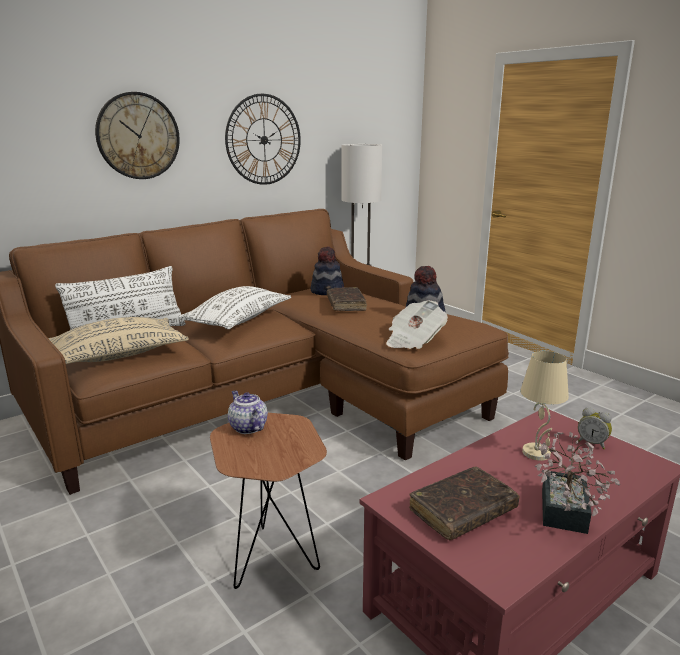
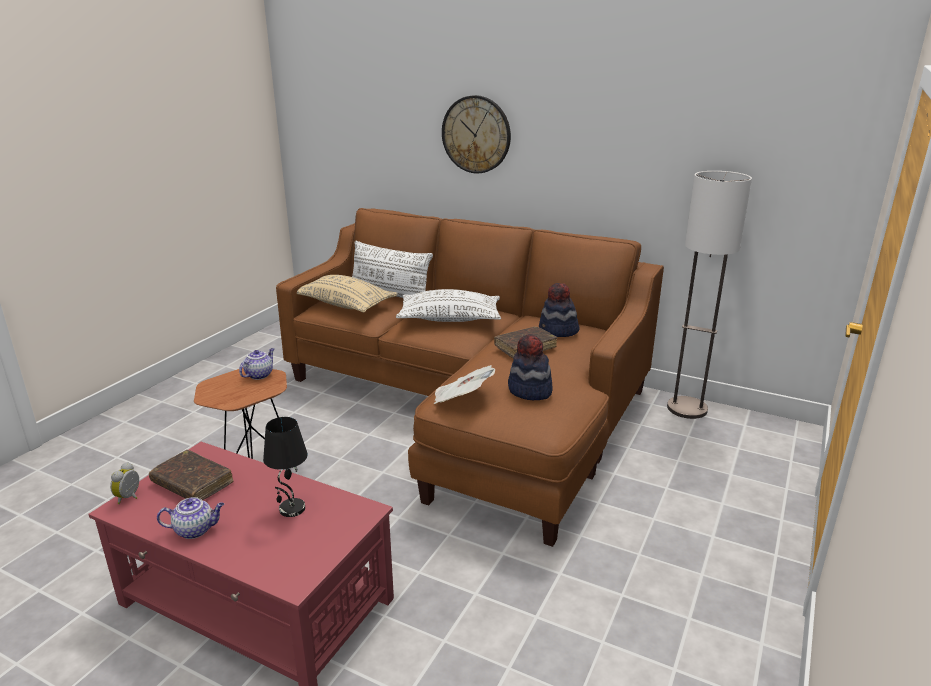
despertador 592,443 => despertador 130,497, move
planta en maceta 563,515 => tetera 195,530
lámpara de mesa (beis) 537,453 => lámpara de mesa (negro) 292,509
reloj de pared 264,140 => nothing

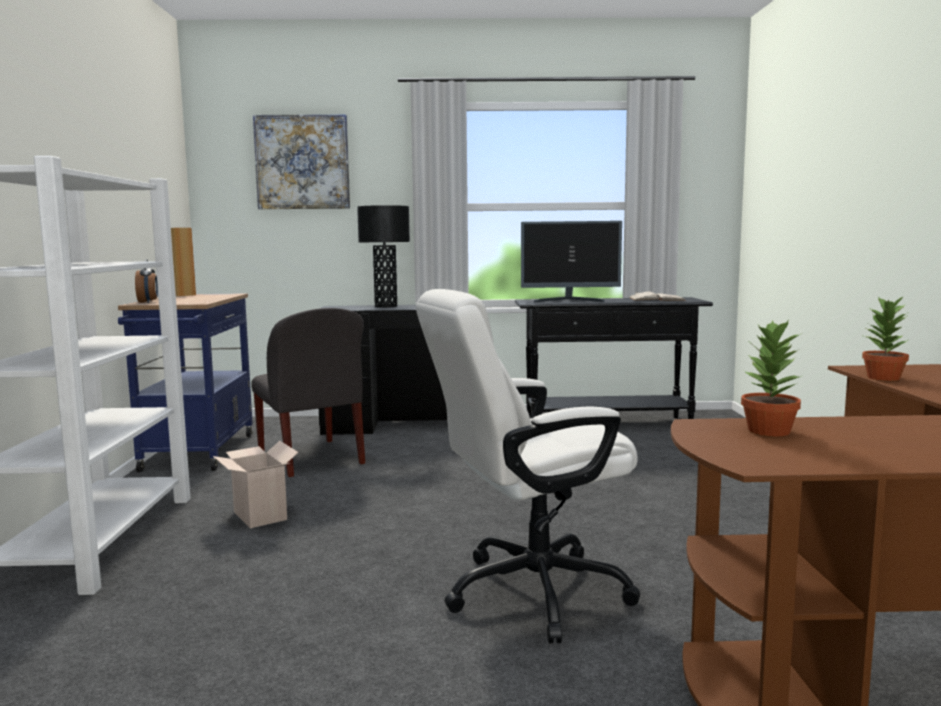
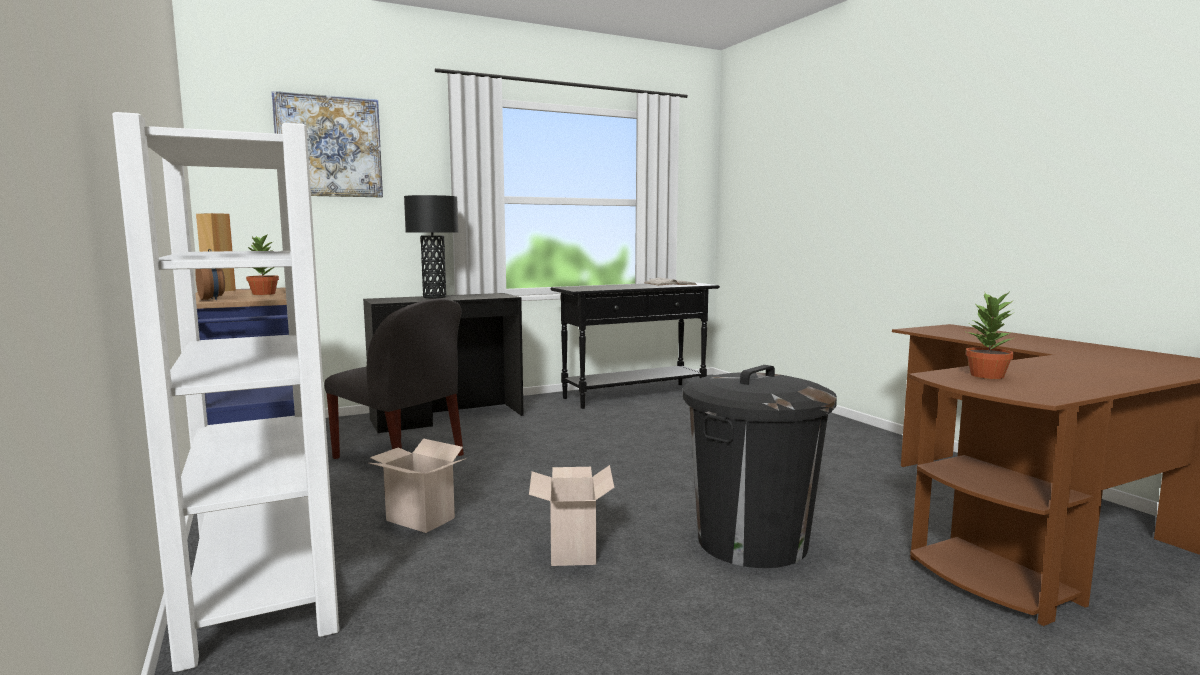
planta en maceta 883,378 => planta en maceta 263,294, move
nothing => caja de cartón 571,549
silla de oficina (blanco) 528,595 => papelera (negro) 751,541
monitor 570,300 => nothing

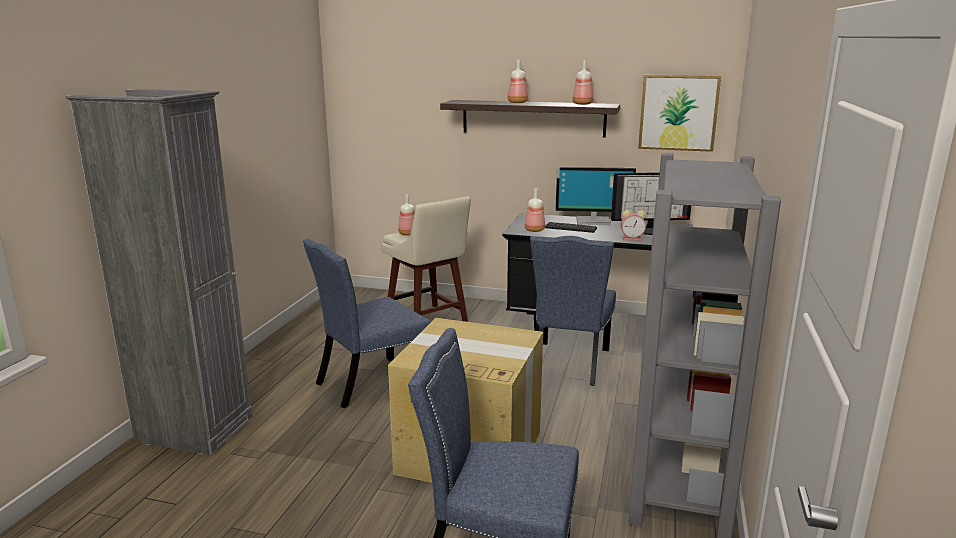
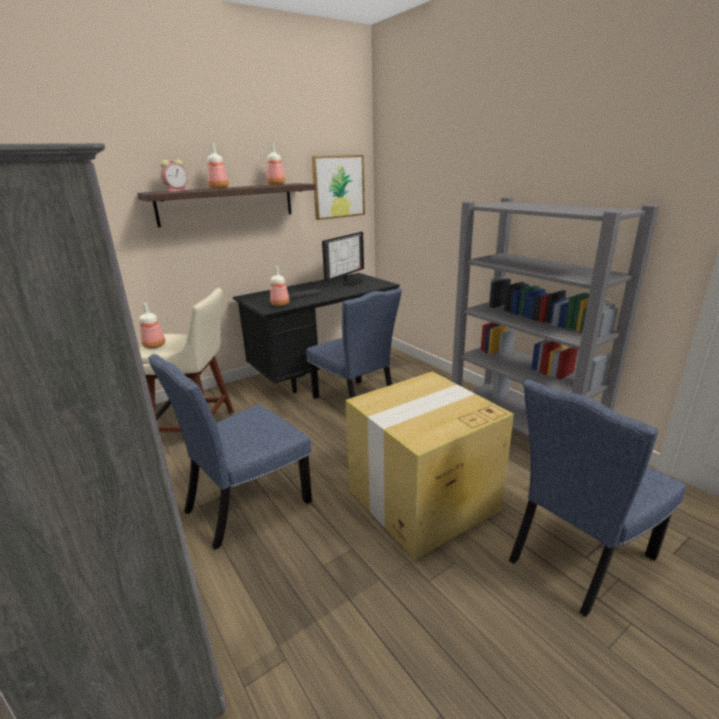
silla (azul) 372,382 => silla (azul) 249,503, 45 degrees clockwise
despertador 632,239 => despertador 177,190, move
monitor 593,221 => nothing

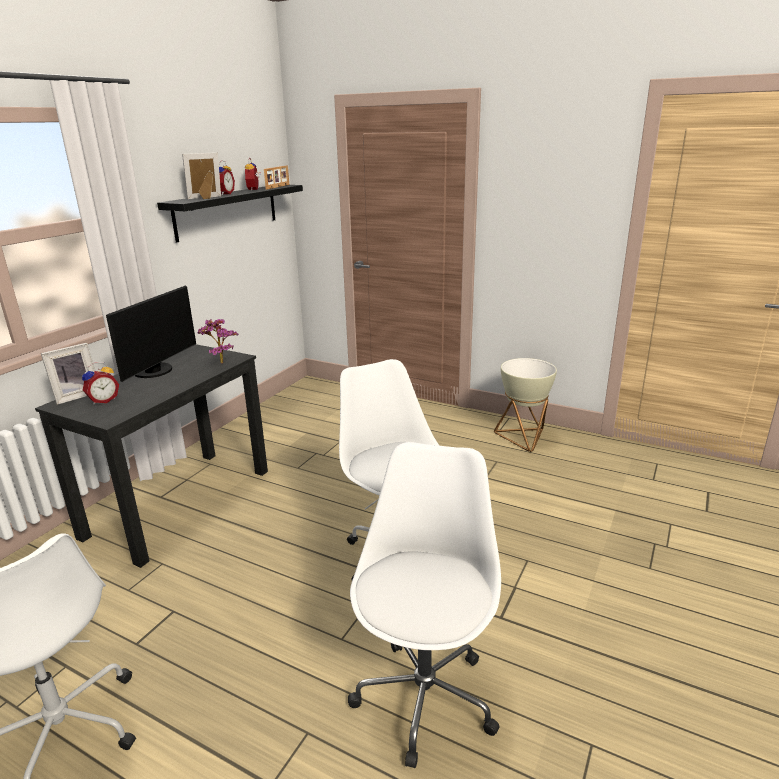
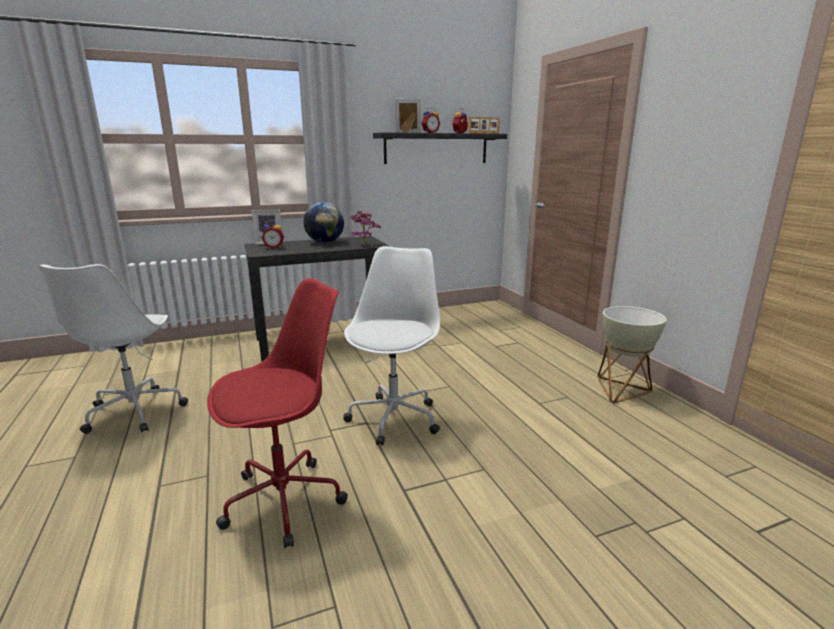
silla de oficina (blanco) 425,695 => silla de oficina (rojo) 286,500
monitor 156,371 => globo terráqueo 325,242

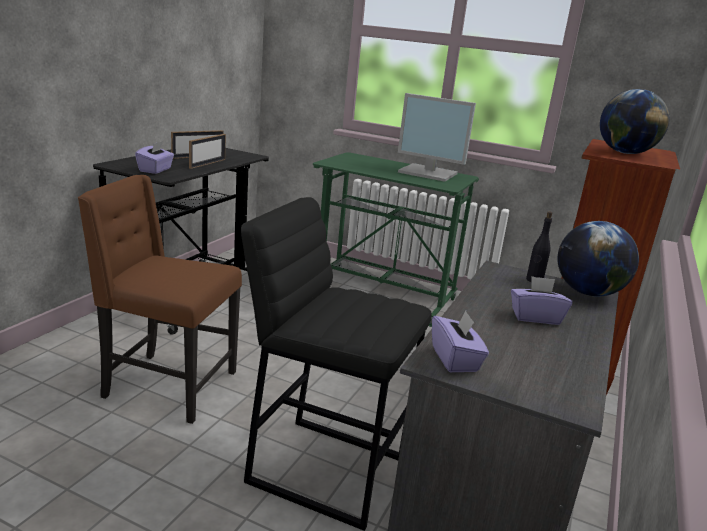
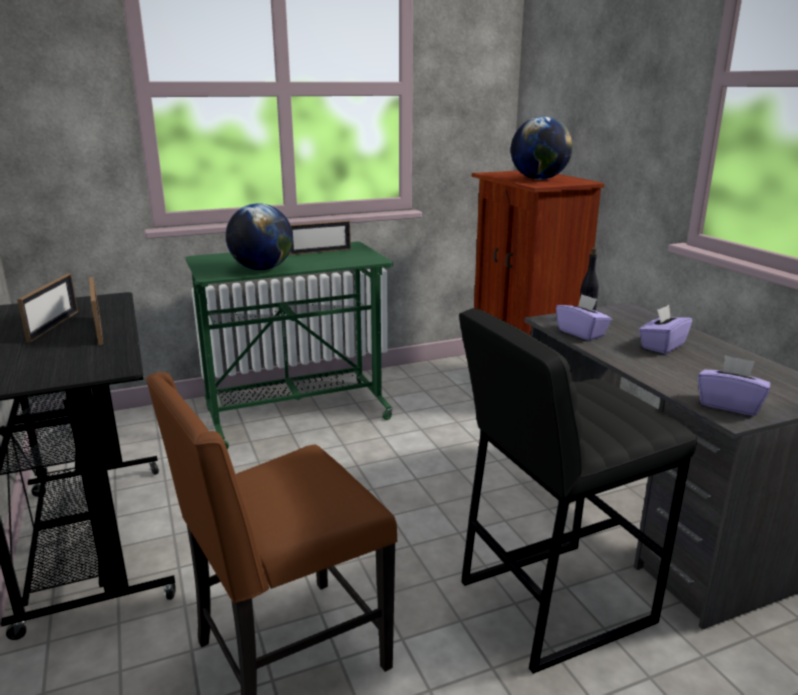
globo terráqueo 588,293 => globo terráqueo 262,269, move
monitor 429,173 => portarretratos 320,252
caja de pañuelos (morado) 155,170 => caja de pañuelos (morado) 581,333, move

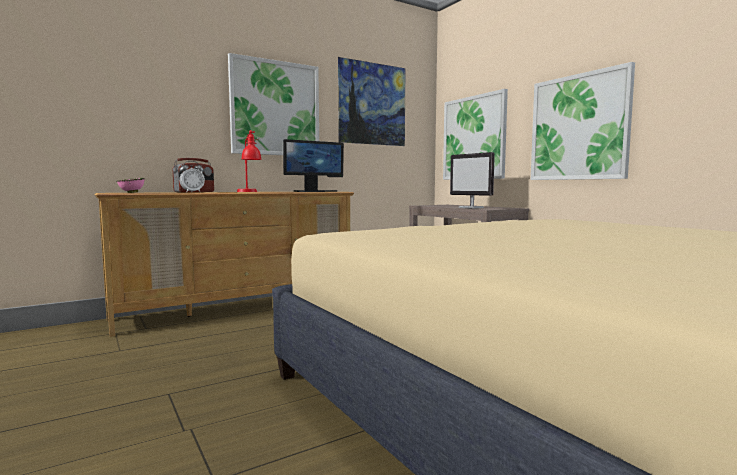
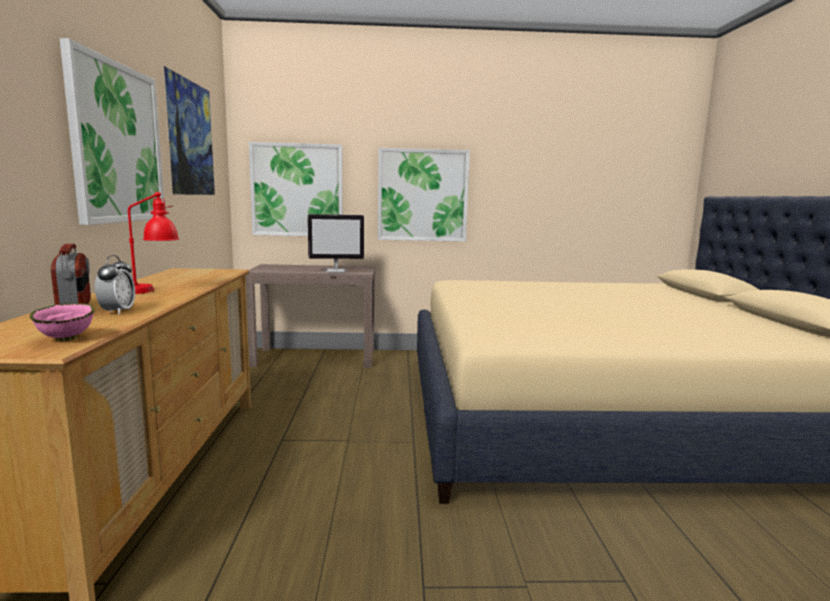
monitor 315,191 => nothing

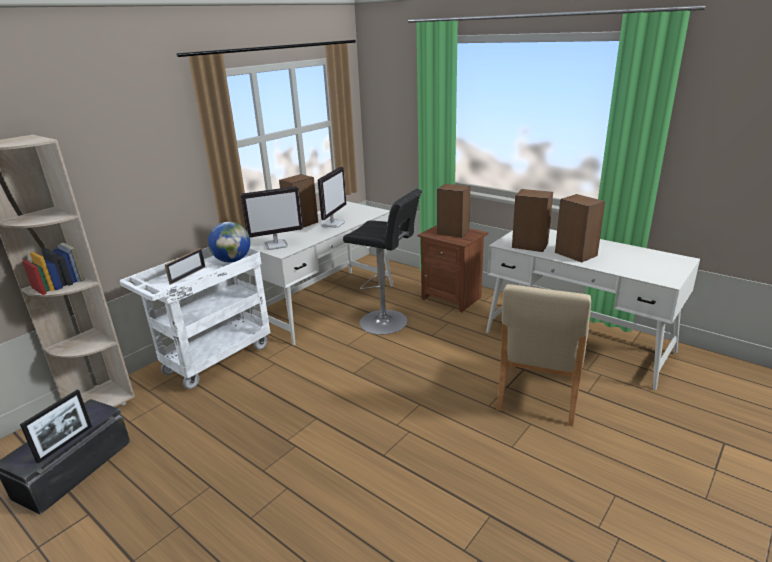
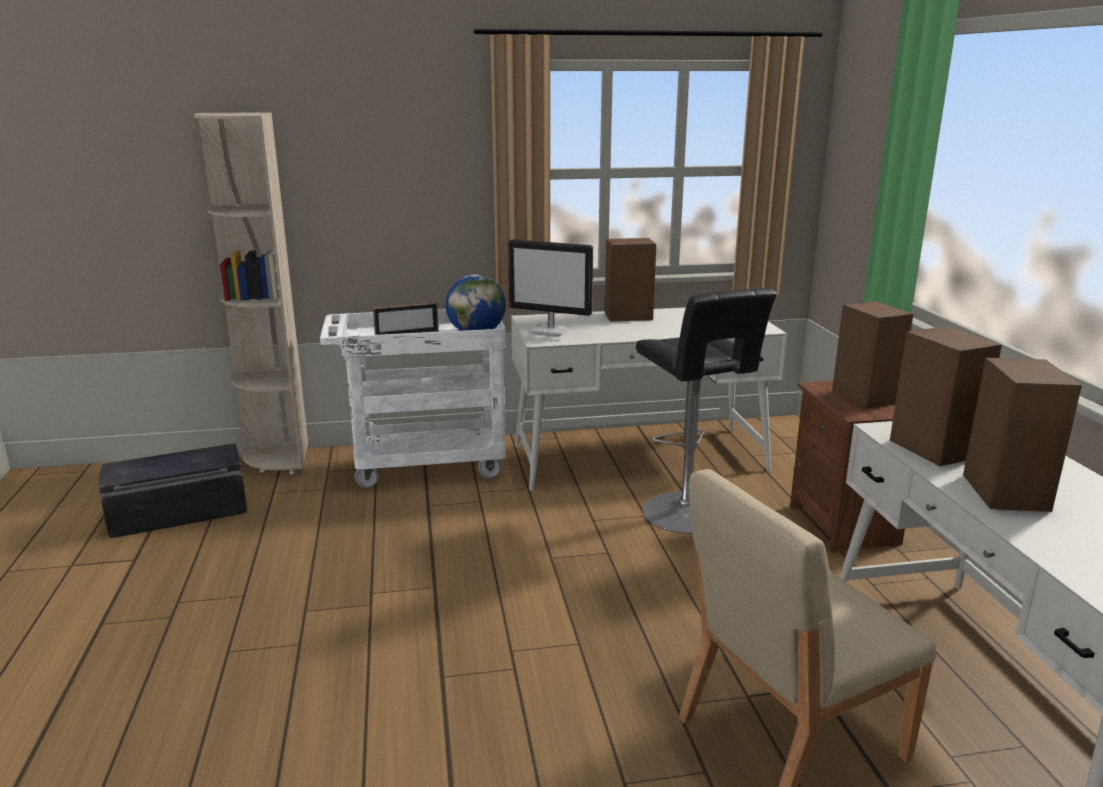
portarretratos 65,443 => nothing
monitor 333,224 => nothing

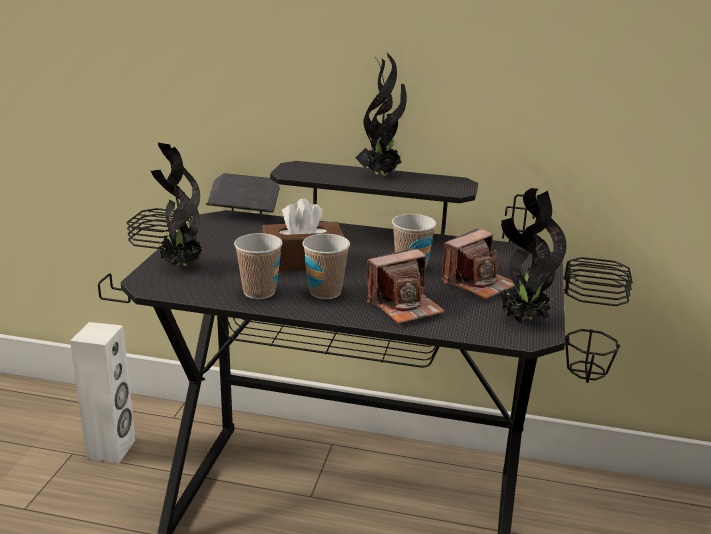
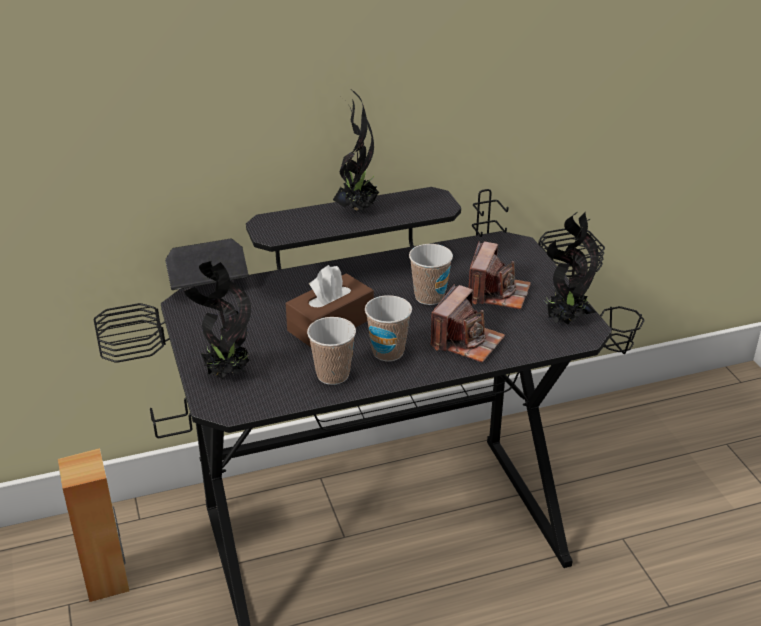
altavoz (blanco) 112,449 => altavoz (marrón) 107,580

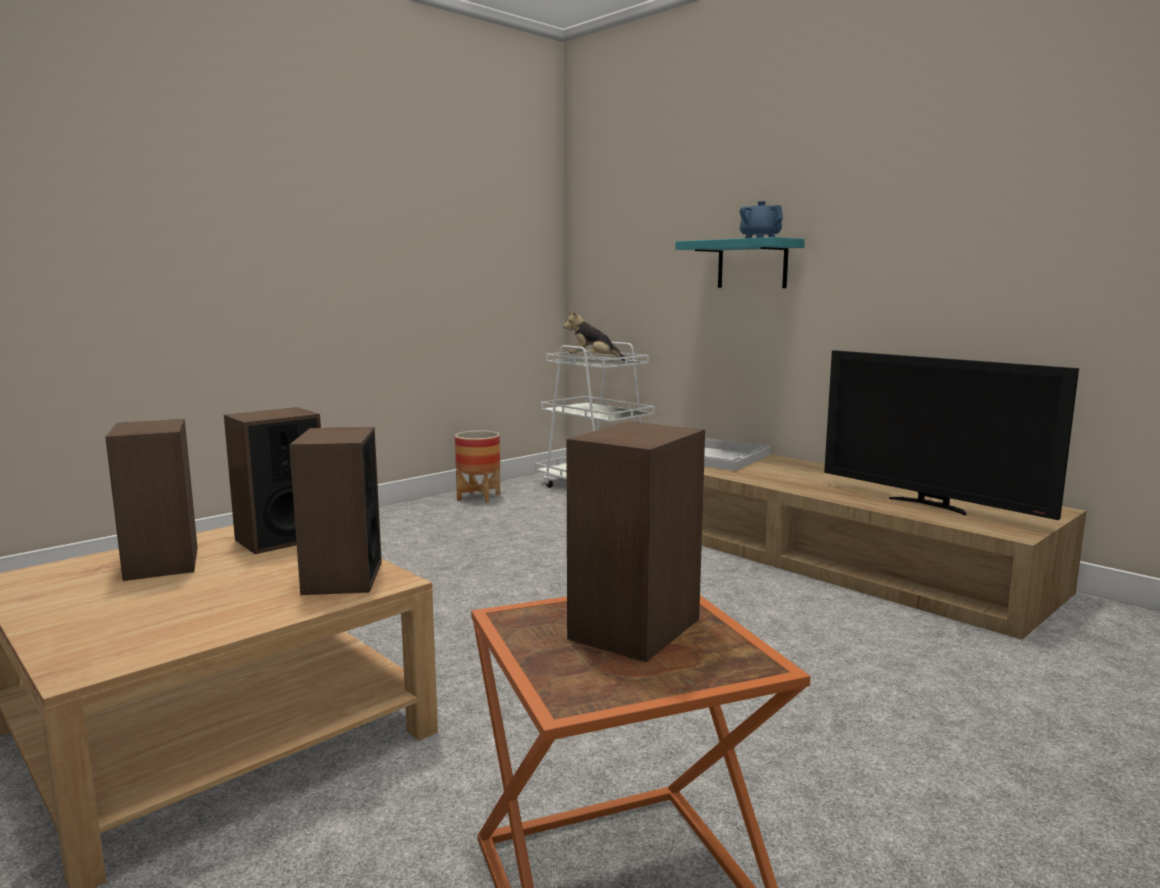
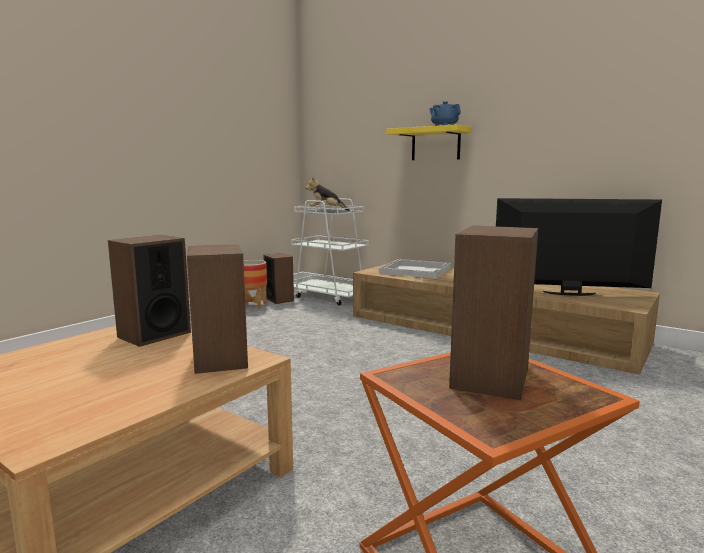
altavoz 163,563 => altavoz 279,299, move
estante (turquesa) 752,264 => estante (amarillo) 435,144
televisor 930,505 => televisor 569,294, 150 degrees clockwise

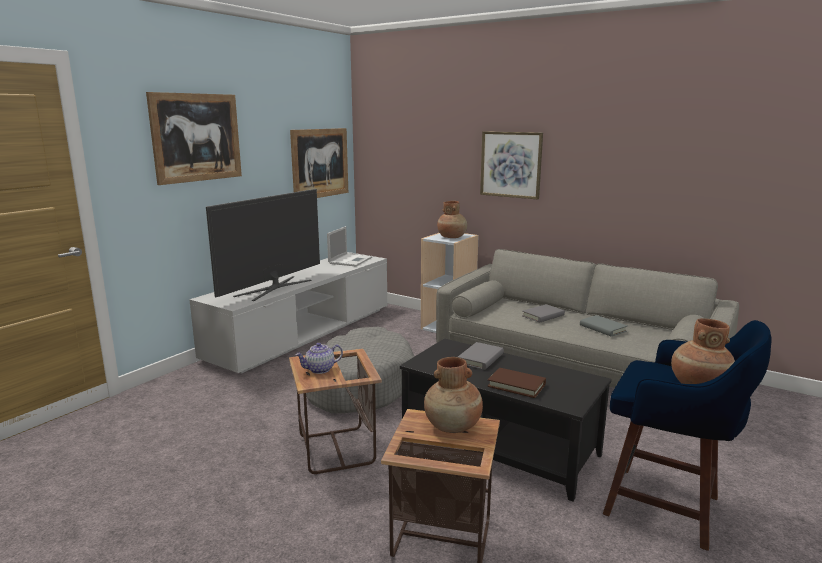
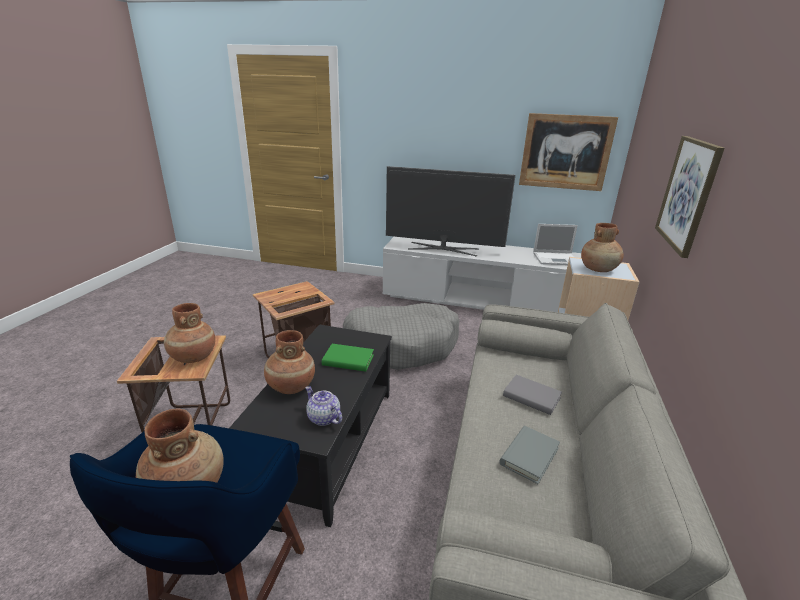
libro (marrón) 516,385 => florero (marrón) 290,386
tetera 320,369 => tetera 323,418, move
libro (gris) 480,358 => libro (verde) 348,360
cuadro 196,137 => nothing

